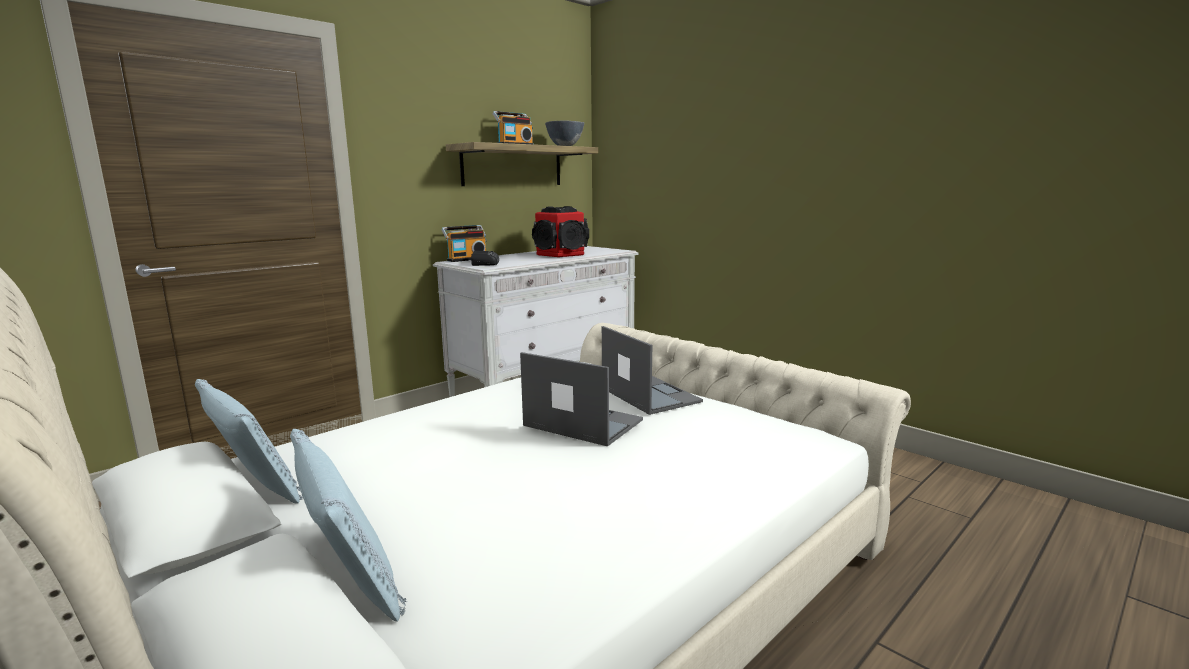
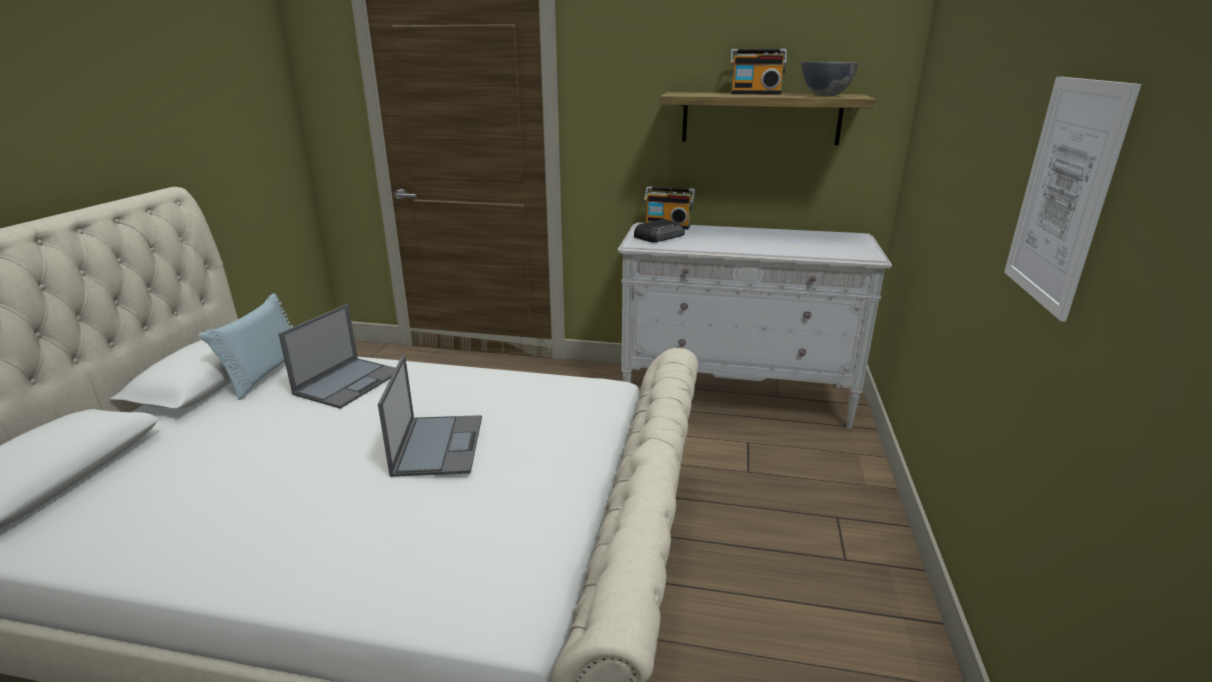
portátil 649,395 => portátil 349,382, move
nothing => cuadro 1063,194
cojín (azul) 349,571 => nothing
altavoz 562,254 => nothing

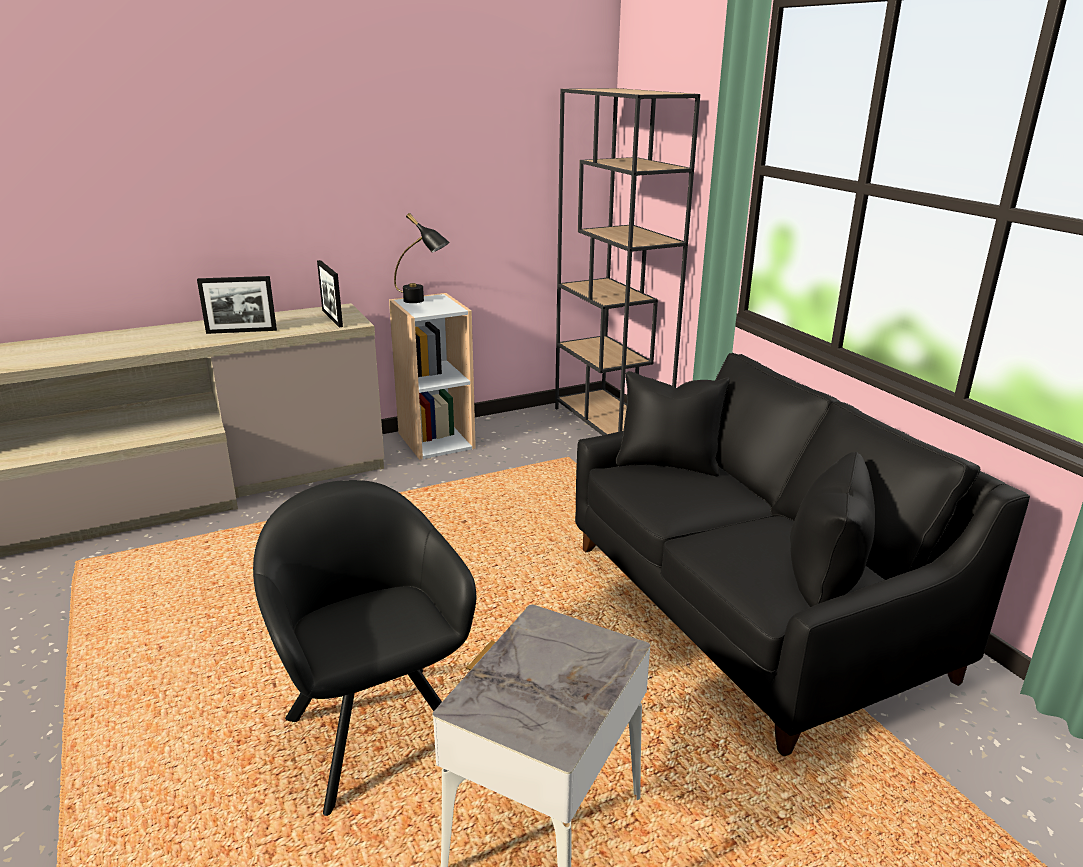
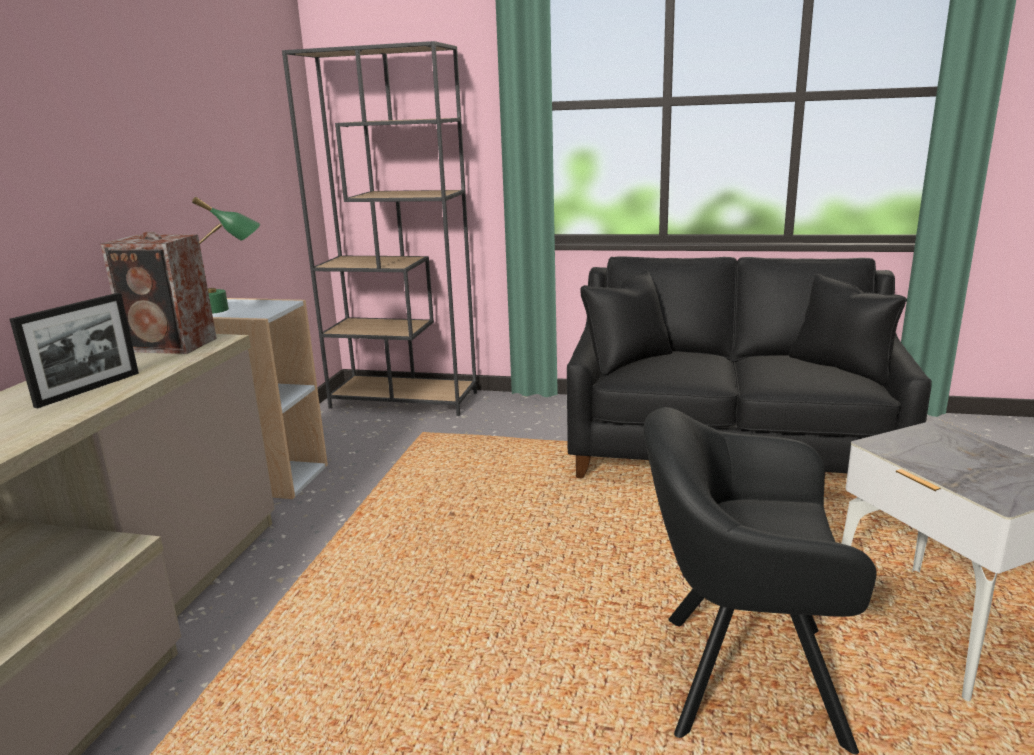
portarretratos 332,318 => altavoz 173,345
lámpara de mesa (negro) 422,301 => lámpara de mesa (verde) 228,308

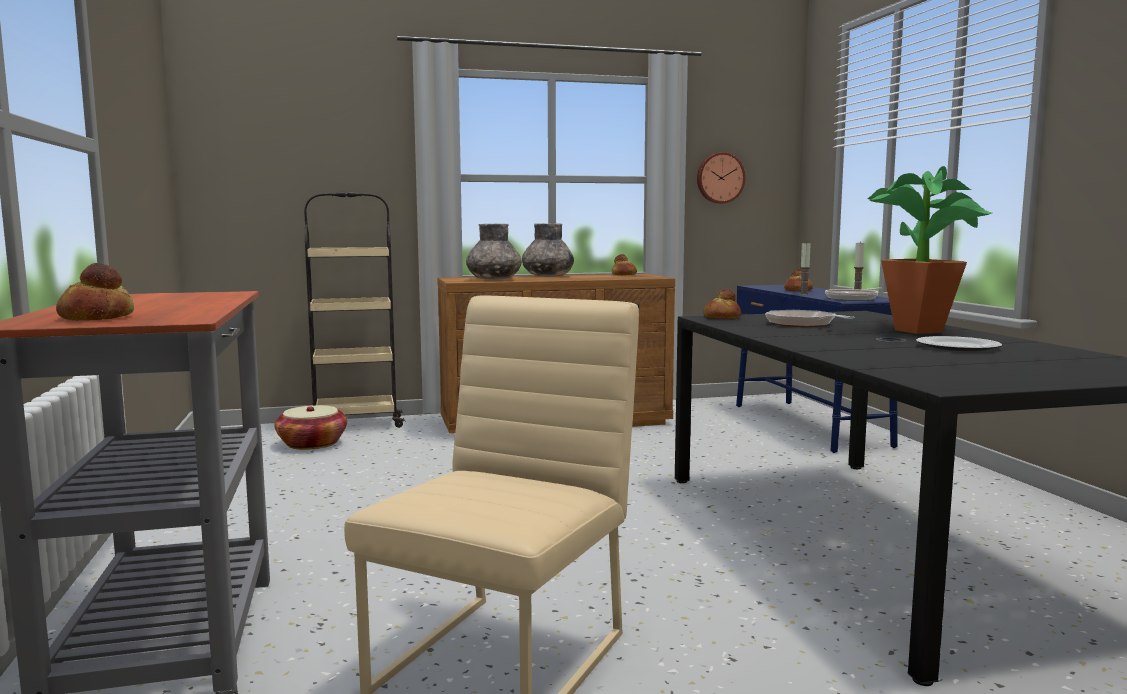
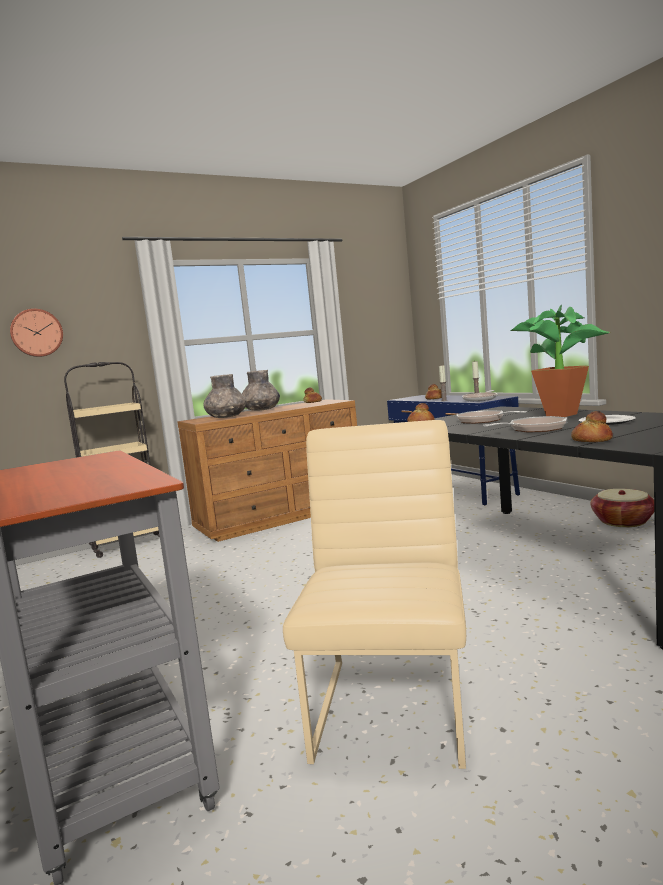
reloj de pared 719,178 => reloj de pared 36,333, move
nothing => sartén 533,429
pan 96,317 => pan 591,440, move
cesta 312,444 => cesta 623,522, move

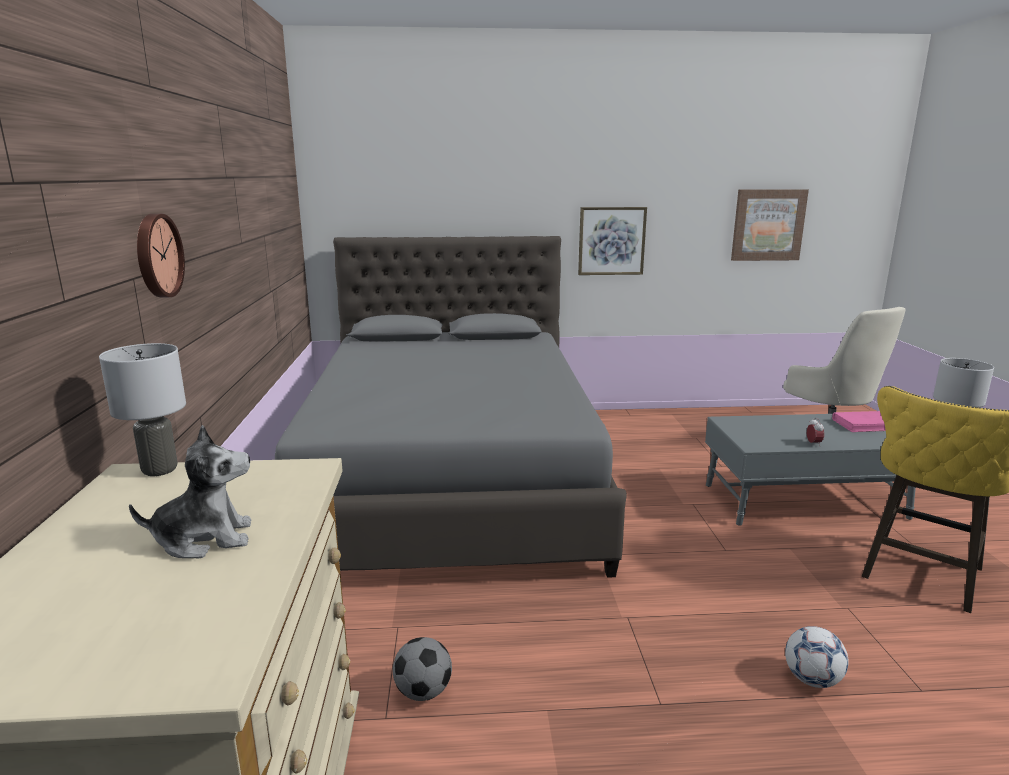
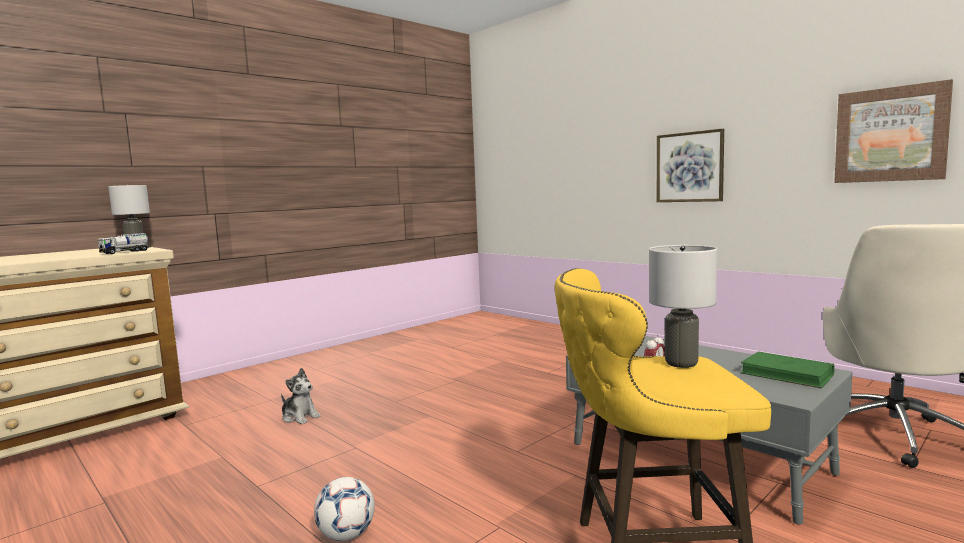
nothing => camión de juguete 125,252
peluche 205,539 => peluche 300,417, move
libro (rosa) 865,425 => libro (verde) 787,374
reloj de pared 156,256 => nothing
cama (gris) 452,477 => nothing
balón de fútbol 423,692 => nothing

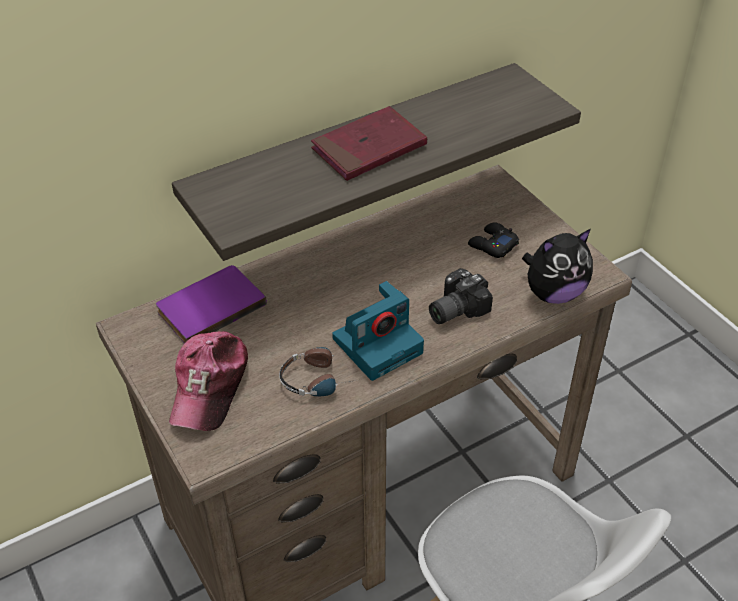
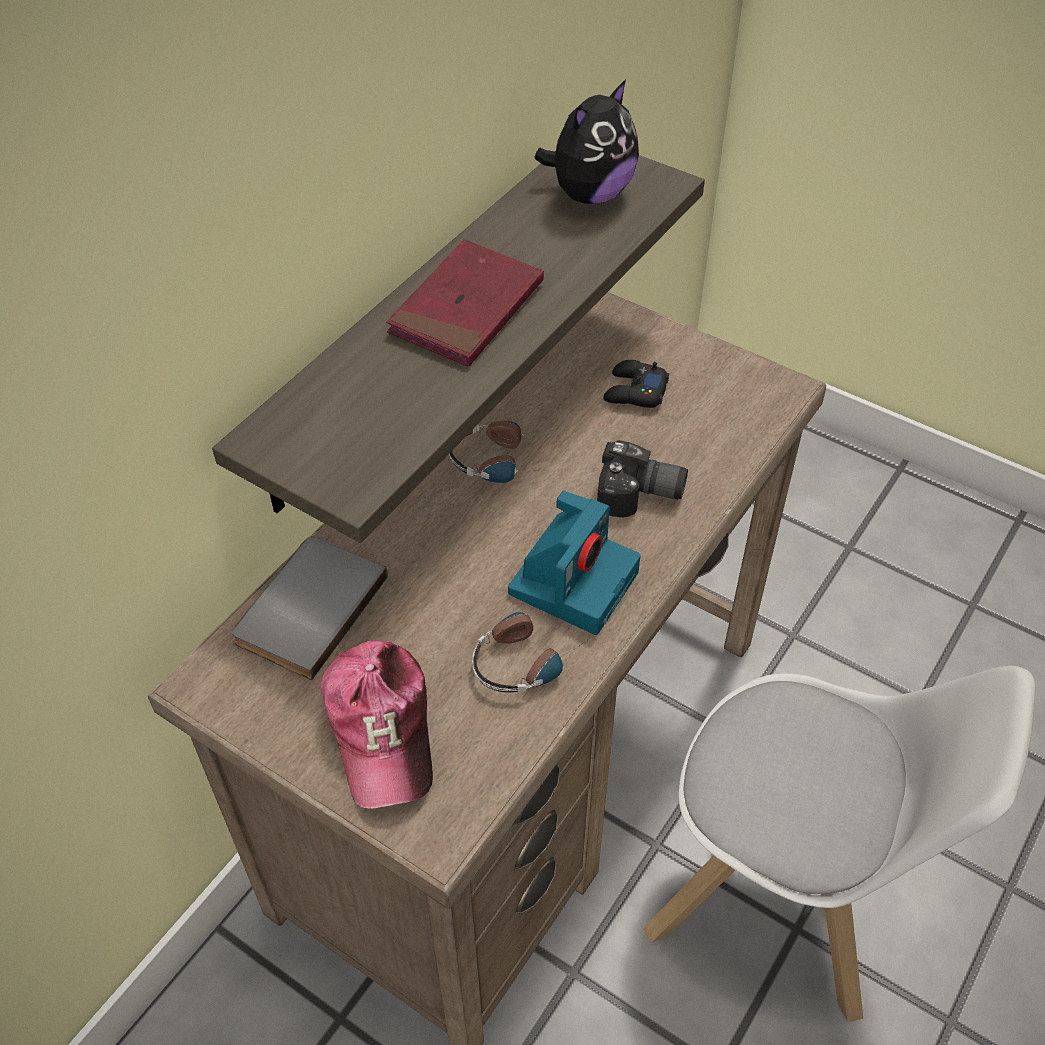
libro (morado) 209,306 => libro (gris) 307,608
nothing => auriculares 502,461
peluche 553,293 => peluche 590,194, move
cámara 454,309 => cámara 640,496, 105 degrees counterclockwise

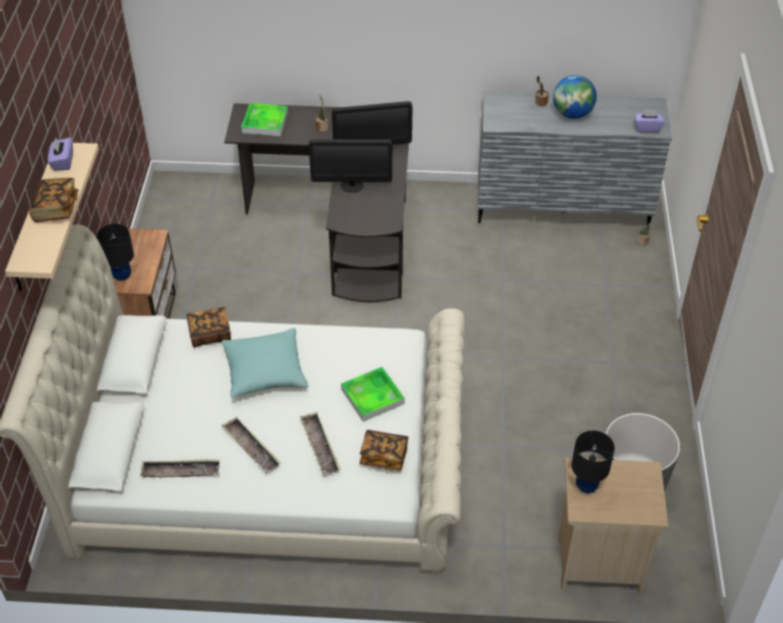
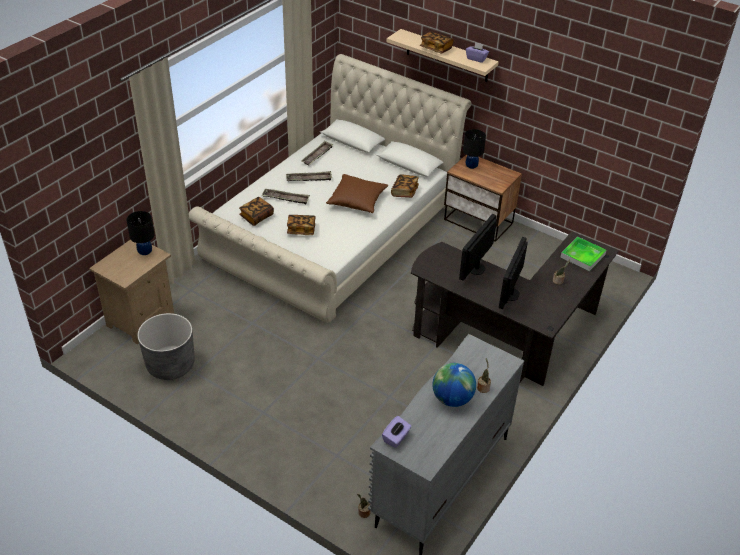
bandeja 372,396 => libro 301,230
cojín (turquesa) 265,372 => cojín (marrón) 357,200

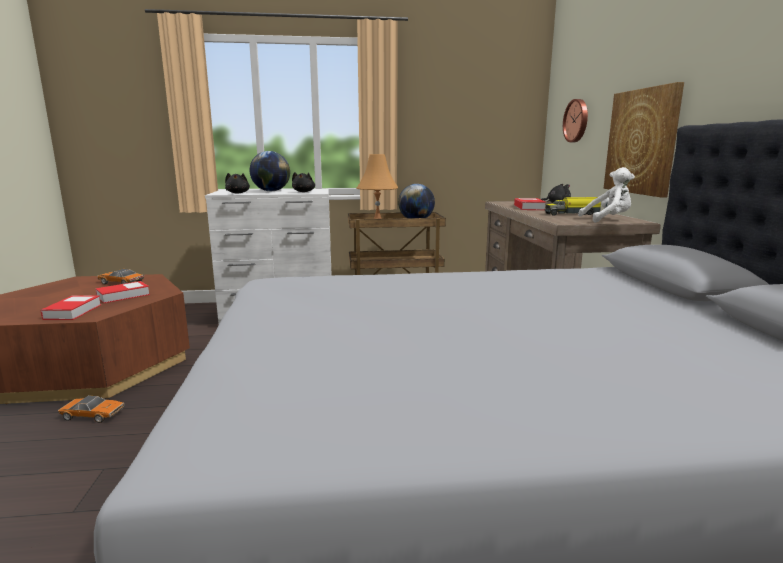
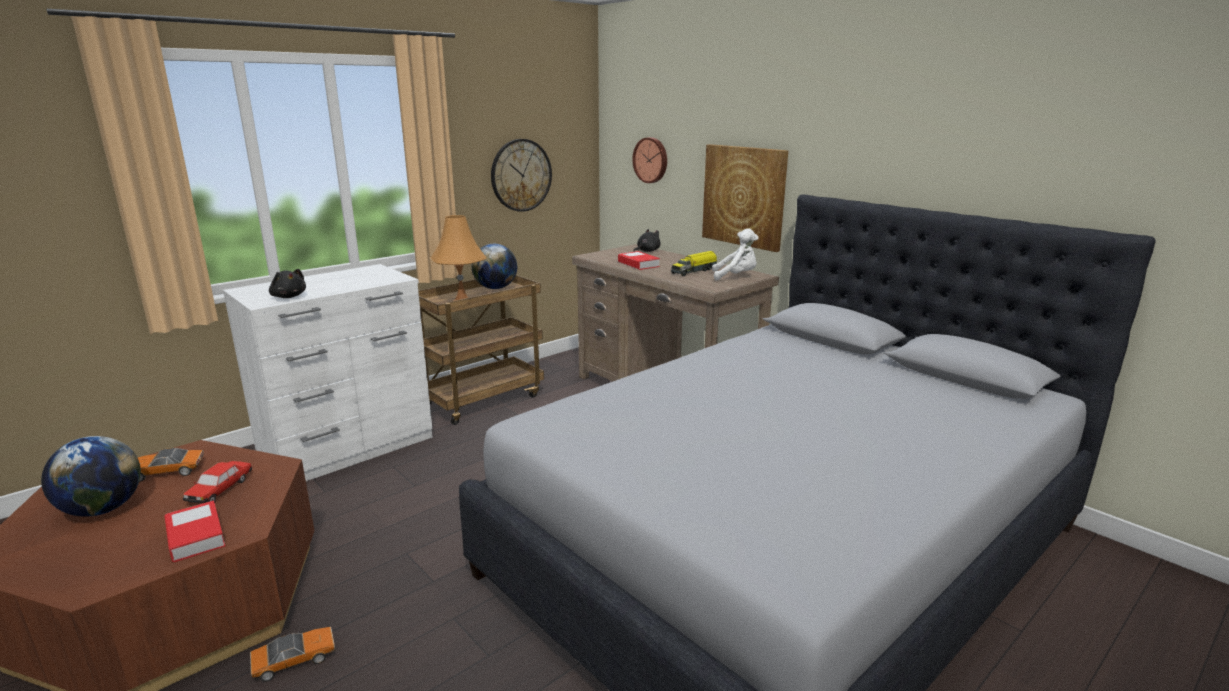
globo terráqueo 271,191 => globo terráqueo 102,509, move
libro 123,296 => coche de juguete 220,490
nothing => reloj de pared 521,175
peluche (blanco) 607,220 => peluche (blanco) 736,277, 45 degrees clockwise
peluche (negro) 304,192 => nothing

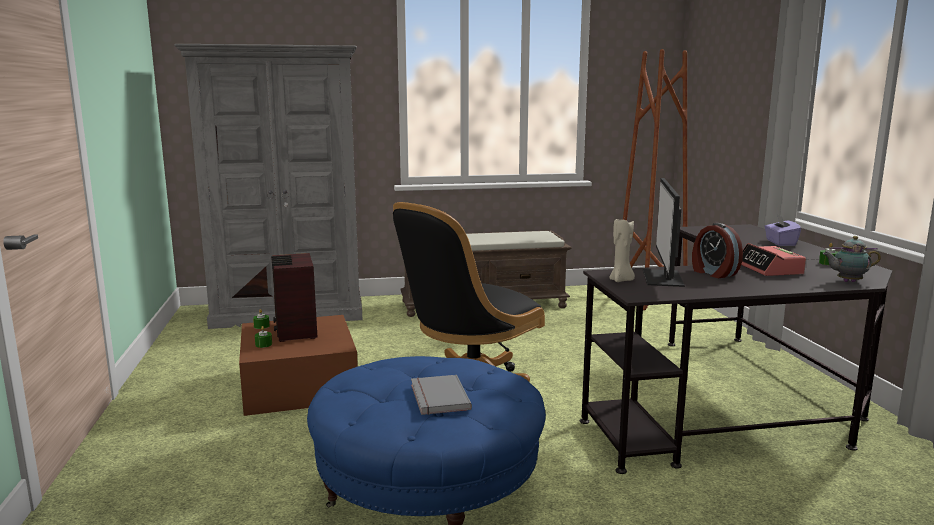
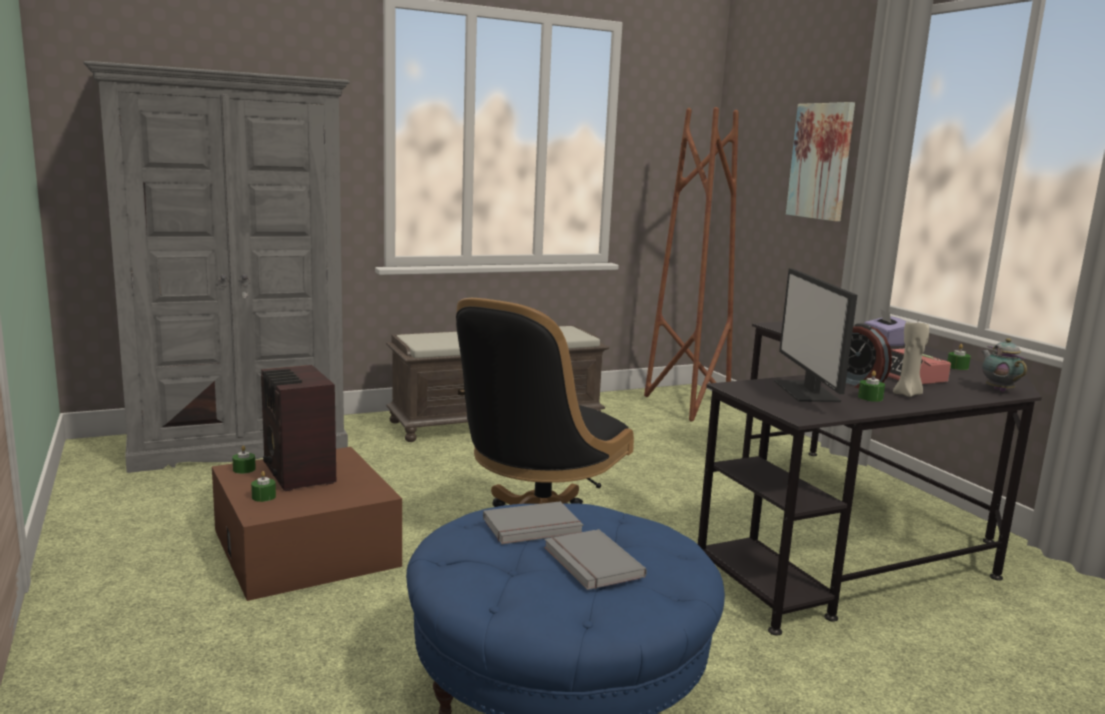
nothing => libro (gris) 533,527
nothing => cuadro 821,161
nothing => vela (verde) 870,398
vela (beis) 621,280 => vela (beis) 908,394, move
tetera 847,281 => tetera 998,390, 90 degrees clockwise

